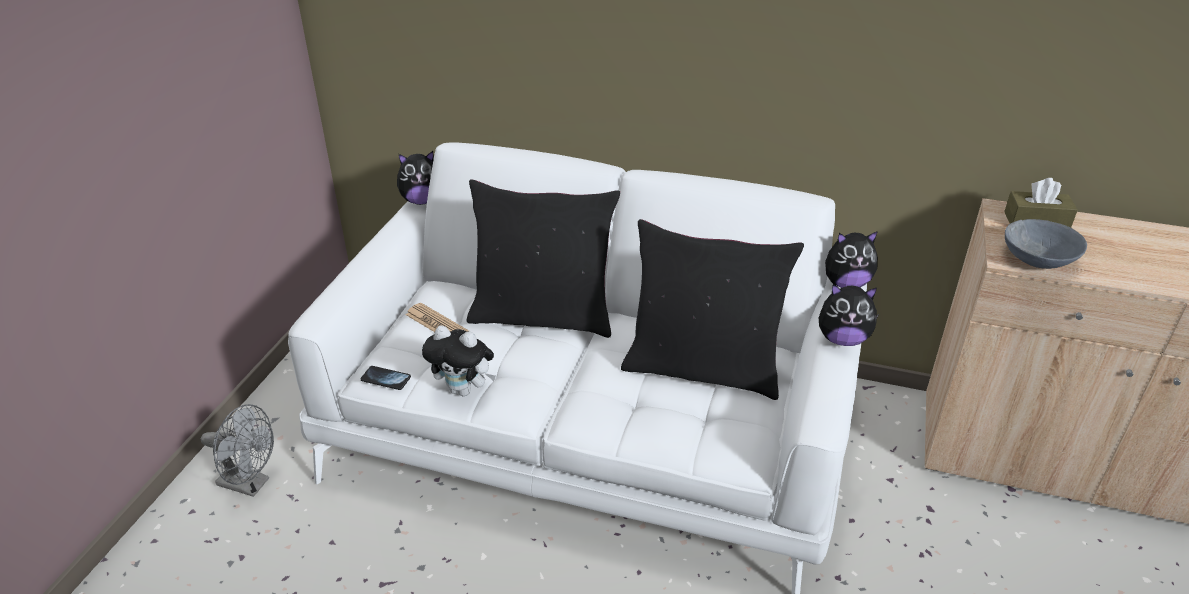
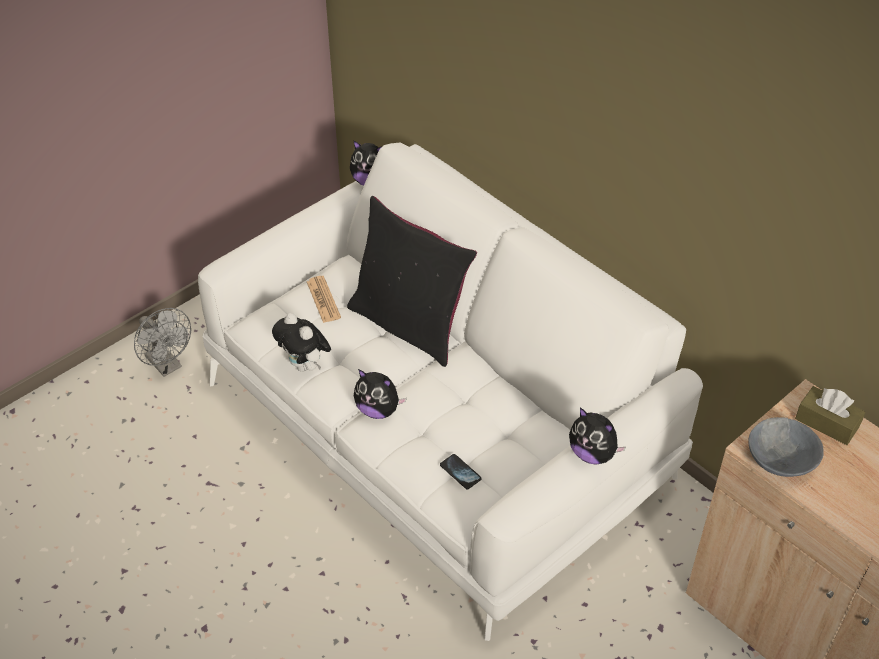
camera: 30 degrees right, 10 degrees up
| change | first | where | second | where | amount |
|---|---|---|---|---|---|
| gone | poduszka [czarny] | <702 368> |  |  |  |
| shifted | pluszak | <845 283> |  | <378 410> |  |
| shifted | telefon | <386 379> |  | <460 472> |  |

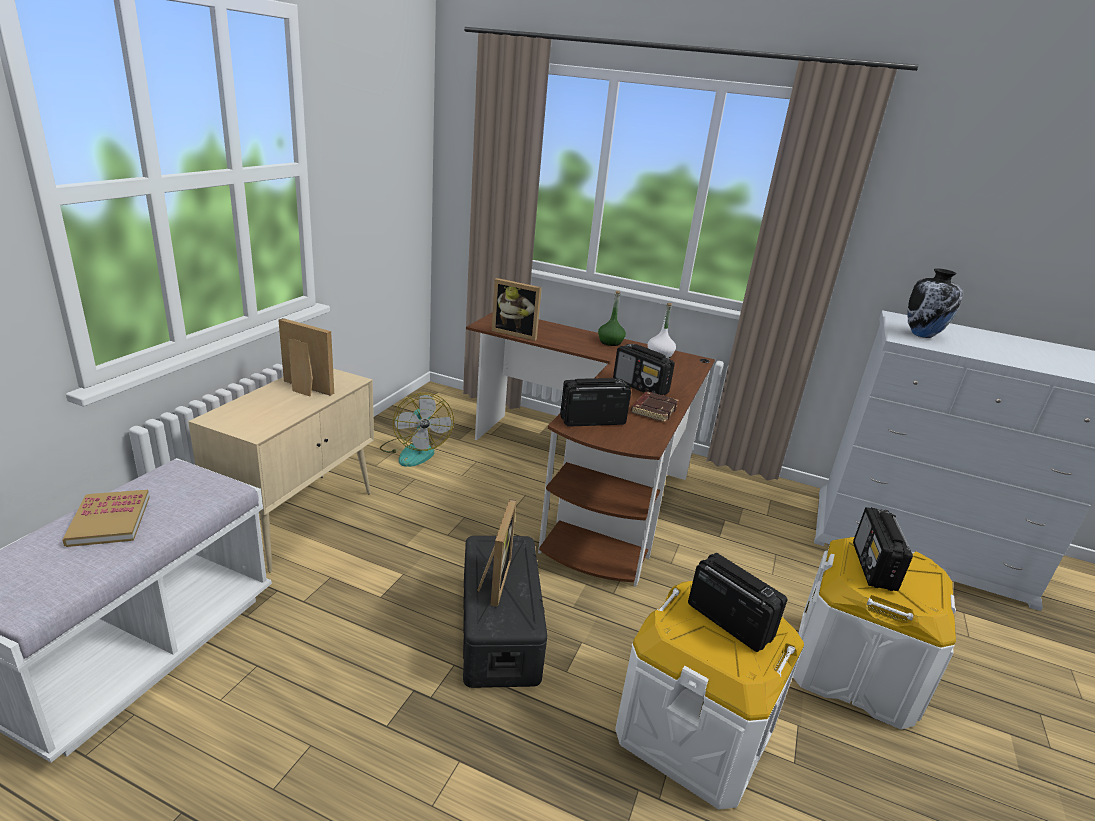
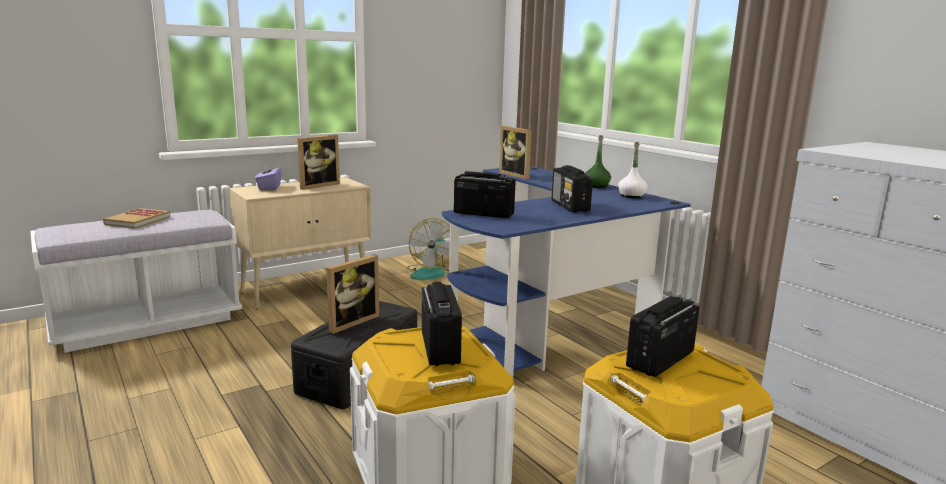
camera: 35 degrees right, 10 degrees down
| change | first | where | second | where | amount |
|---|---|---|---|---|---|
| gone | wazon | <922 335> |  |  |  |
| repainted | biurko [brązowy] | <589 483> | biurko [niebieski] | <553 316> |  |
| rotated | ramka na zdjęcie | <303 389> |  | <317 185> | 75 degrees clockwise |
| gone | książka [brązowy] | <653 410> |  |  |  |
| new |  |  | pudełko chusteczek [fioletowy] | <269 188> |  |

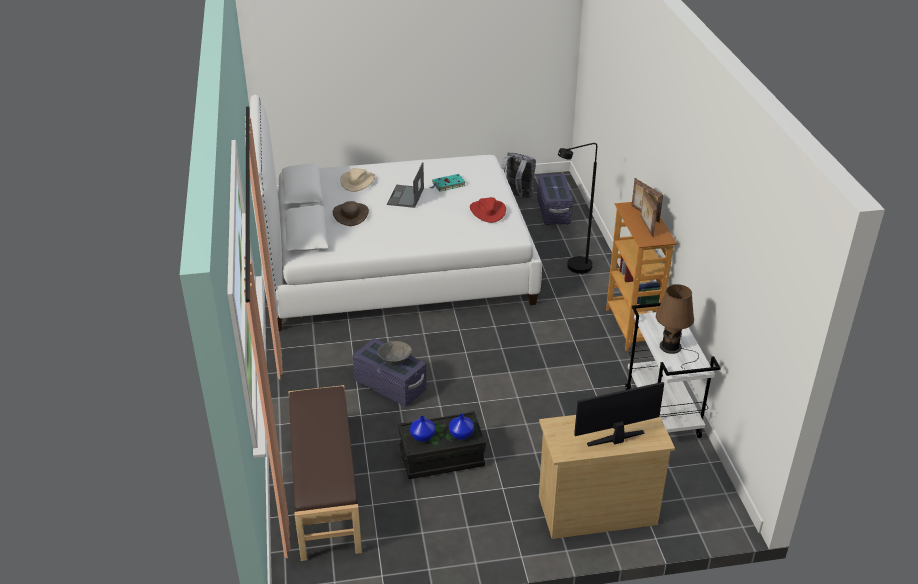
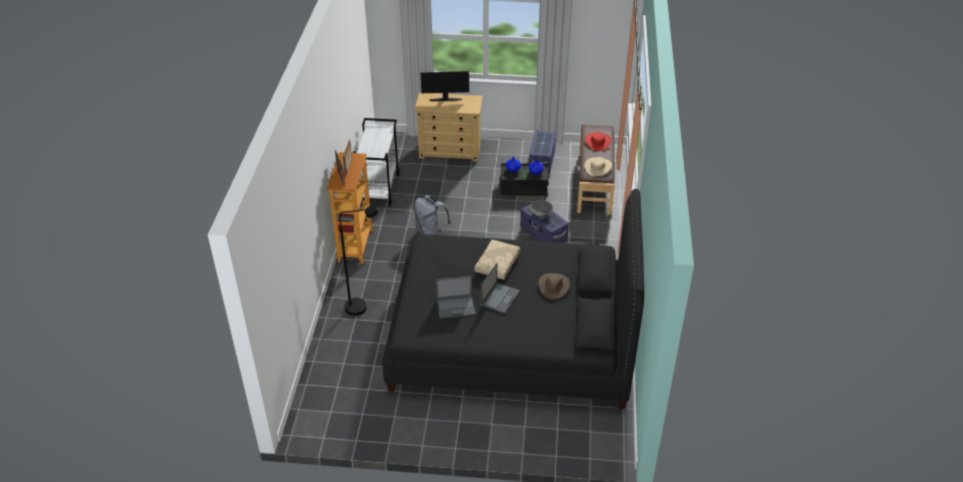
camera: 165 degrees left, 5 degrees up
| change | first | where | second | where | amount |
|---|---|---|---|---|---|
| repainted | łóżko [biały] | <395 266> | łóżko [czarny] | <512 339> |  |
| shifted | plecak [szary] | <517 196> |  | <430 233> |  |
| shifted | kapelusz [beżowy] | <357 181> |  | <598 167> |  |
| swapped | książka [turkusowy] | <448 185> | laptop | <456 306> |  |
| shifted | pojemnik do przechowywania [fioletowy] | <553 211> |  | <541 161> |  |
| shifted | kapelusz [czerwony] | <487 211> |  | <597 142> |  |
| gone | lampa stołowa [brązowy] | <672 348> |  |  |  |
| new |  |  | poduszka [beżowy] | <498 264> |  |

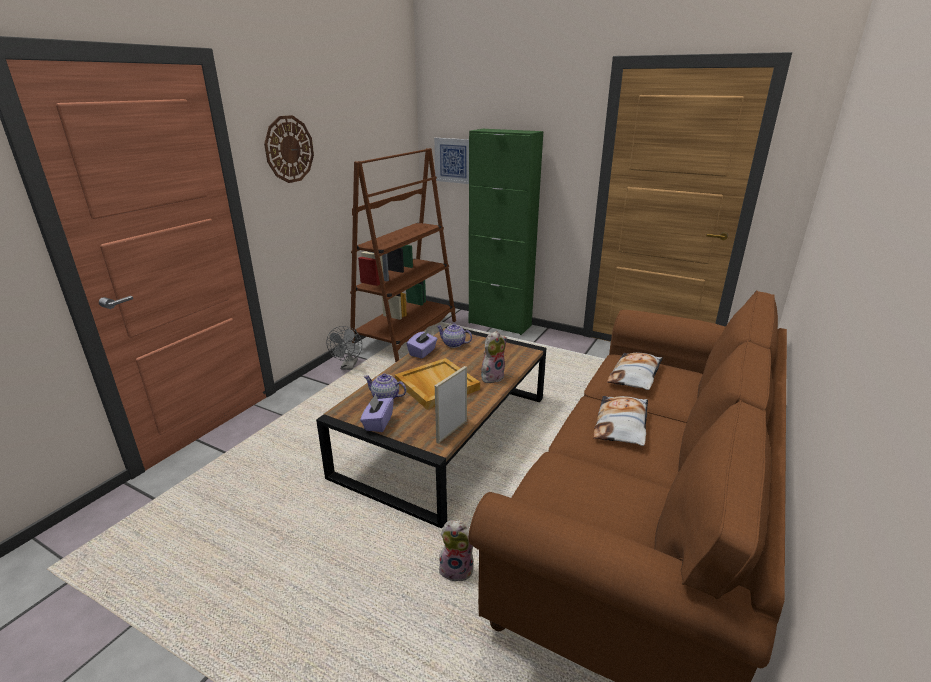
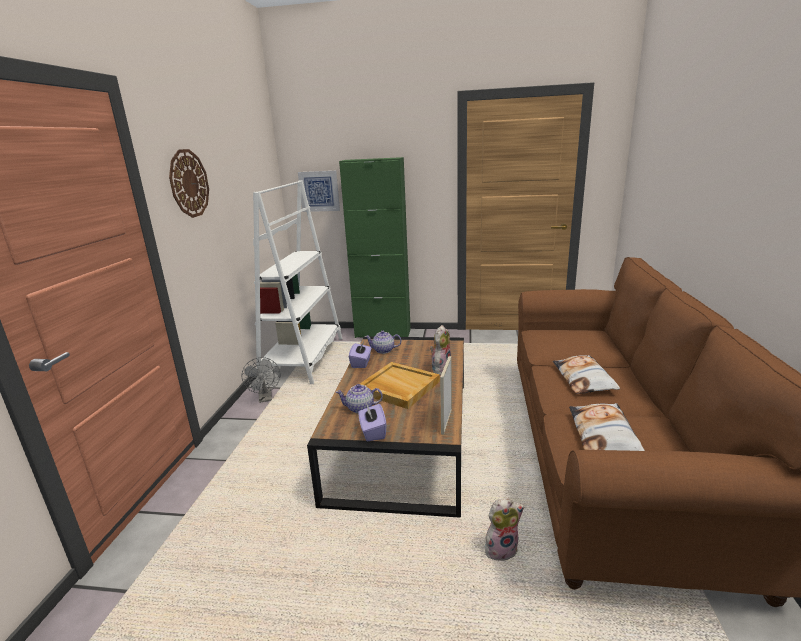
camera: 20 degrees left, 5 degrees down
| change | first | where | second | where | amount |
|---|---|---|---|---|---|
| repainted | regał [brązowy] | <406 335> | regał [biały] | <304 359> |  |
| shifted | poduszka | <635 375> |  | <604 435> |  |

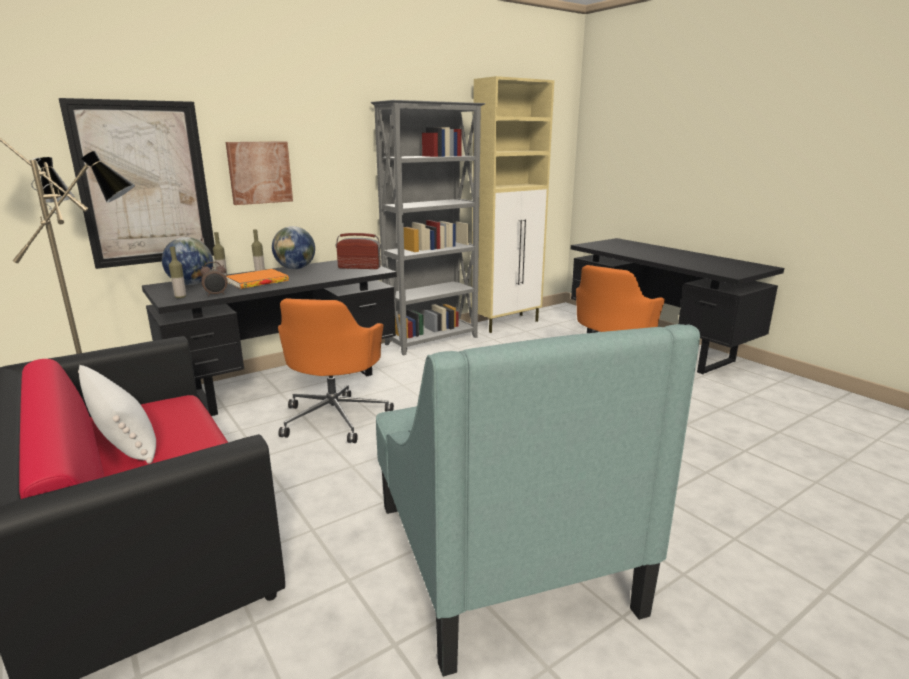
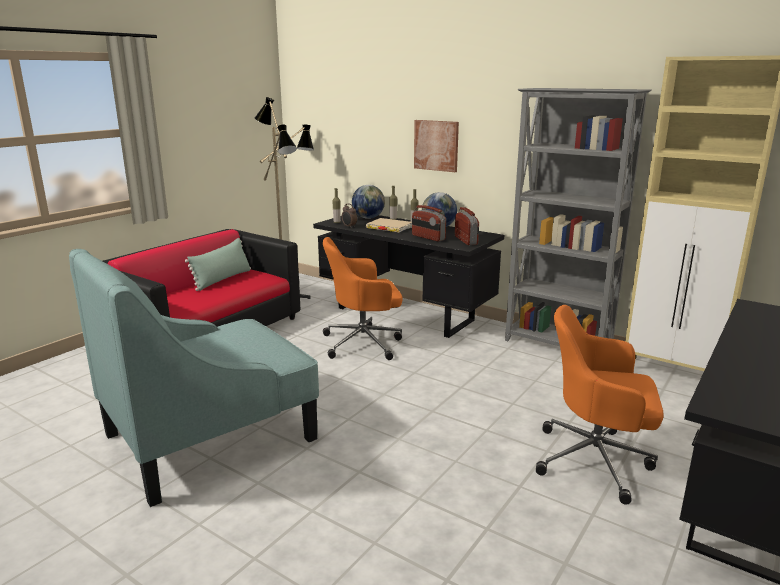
camera: 70 degrees right, 0 degrees up
| change | first | where | second | where | amount |
|---|---|---|---|---|---|
| gone | obraz | <144 184> |  |  |  |
| repainted | książka [pomarańczowy] | <257 282> | książka [beżowy] | <389 227> |  |
| repainted | poduszka [biały] | <123 437> | poduszka [zielony] | <222 279> |  |
| new |  |  | radio | <428 237> |  |

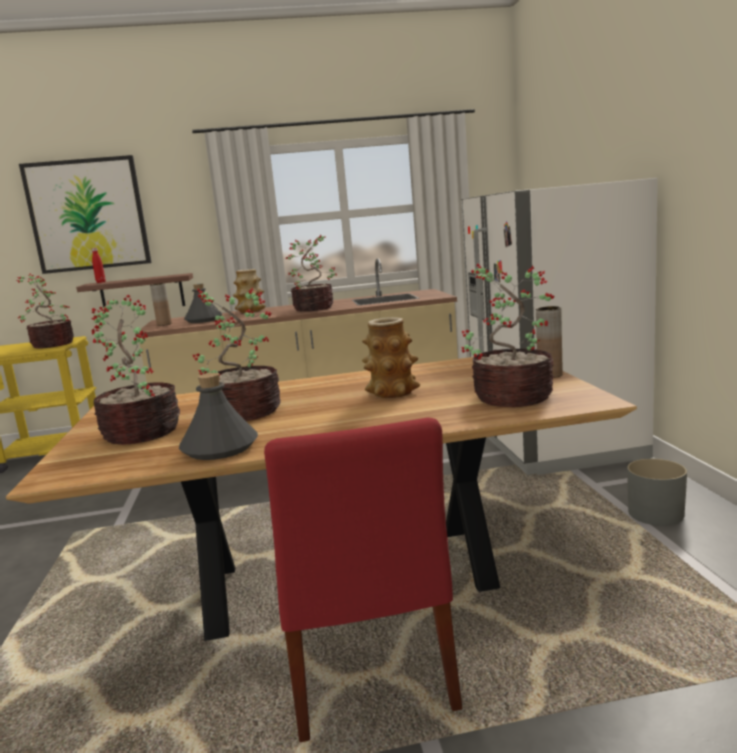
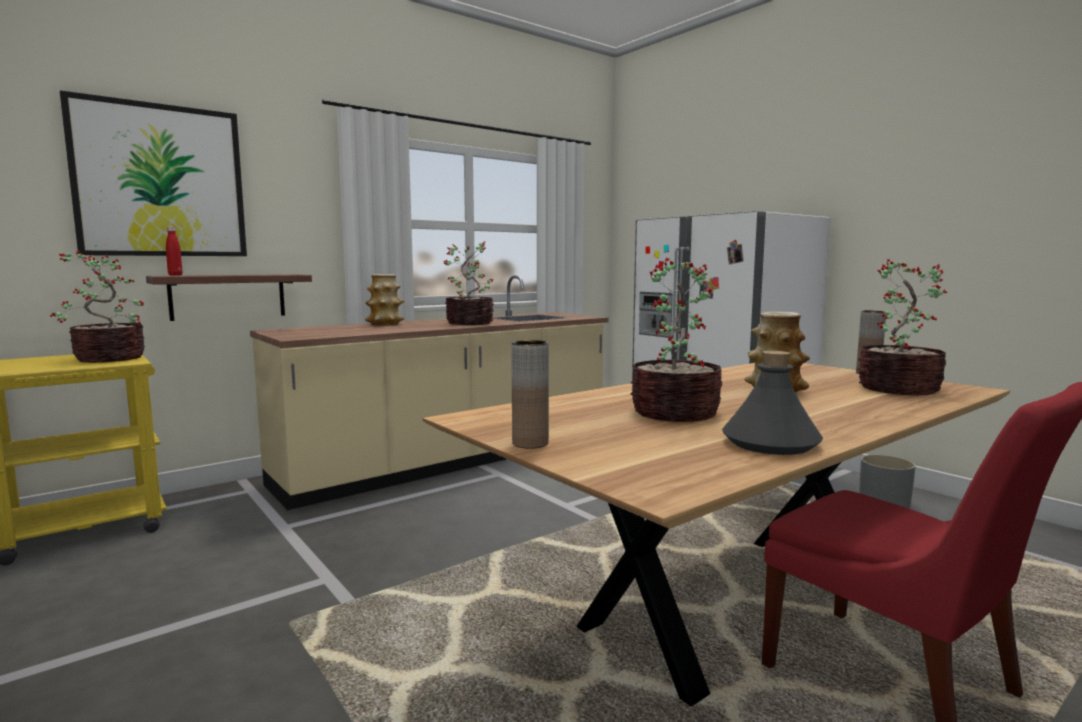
camera: 30 degrees left, 5 degrees down
| change | first | where | second | where | amount |
|---|---|---|---|---|---|
| shifted | wazon [brązowy] | <164 324> |  | <530 443> |  |
| gone | butelka [szary] | <203 320> |  |  |  |
| gone | roślina doniczkowa | <141 432> |  |  |  |

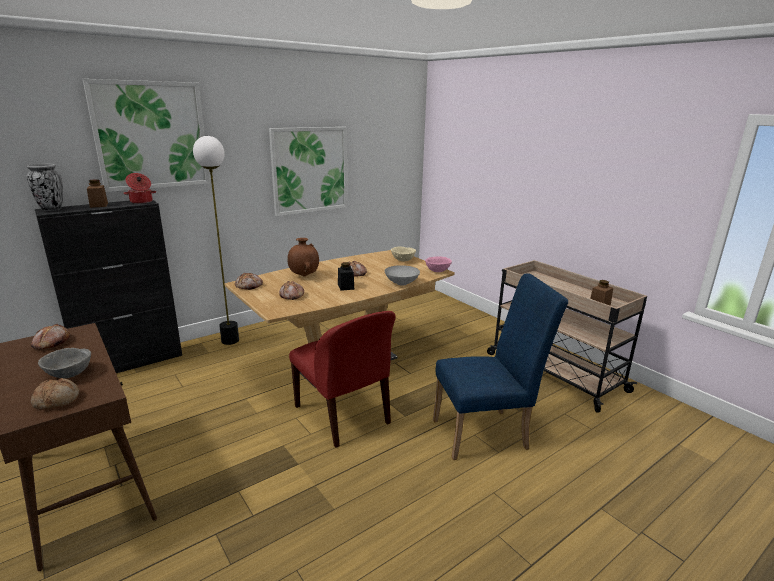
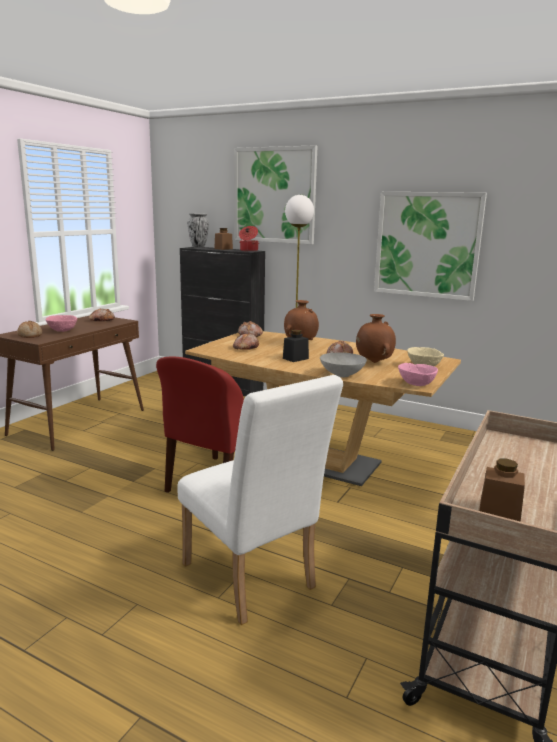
camera: 65 degrees right, 5 degrees down
| change | first | where | second | where | amount |
|---|---|---|---|---|---|
| repainted | krzesło [niebieski] | <487 433> | krzesło [biały] | <252 581> |  |
| repainted | miska [szary] | <68 374> | miska [różowy] | <62 331> |  |
| new |  |  | wazon [brązowy] | <374 362> |  |

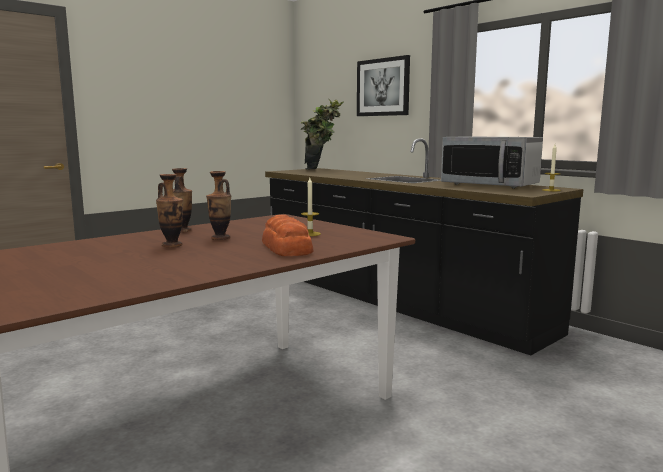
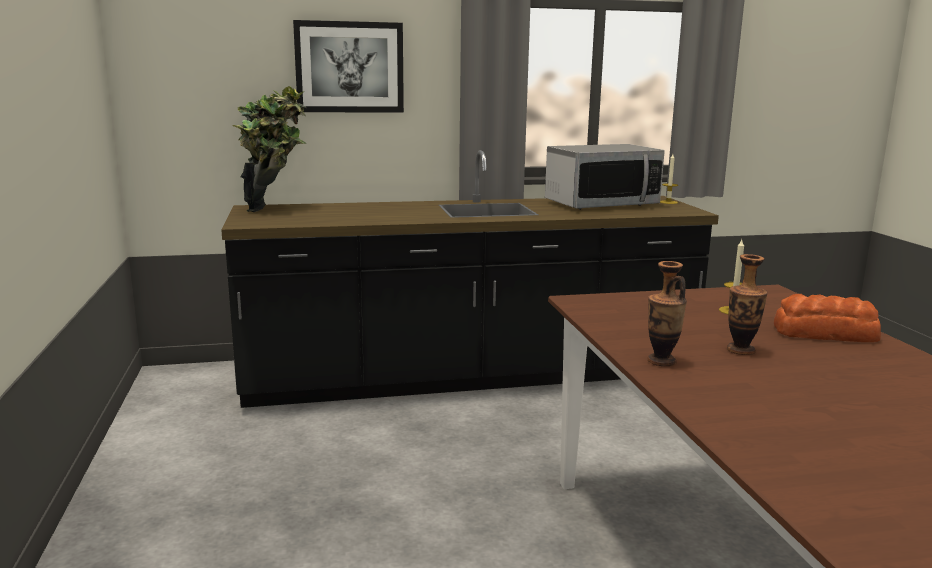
camera: 60 degrees left, 5 degrees up
| change | first | where | second | where | amount |
|---|---|---|---|---|---|
| gone | wazon | <172 245> |  |  |  |

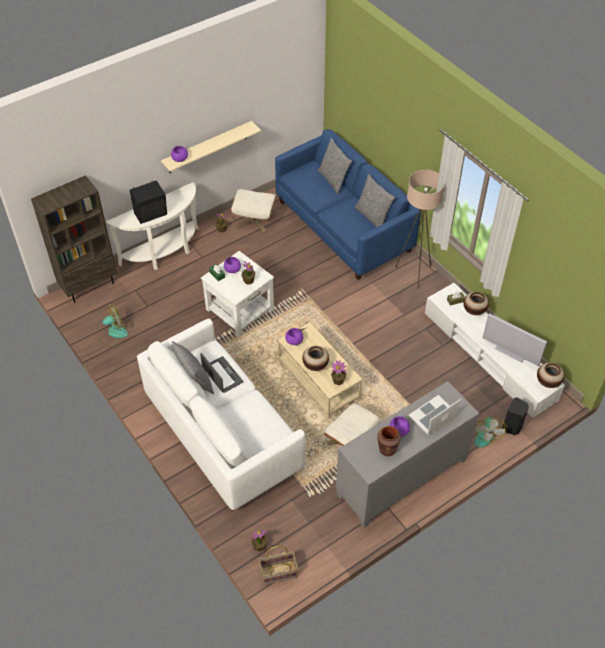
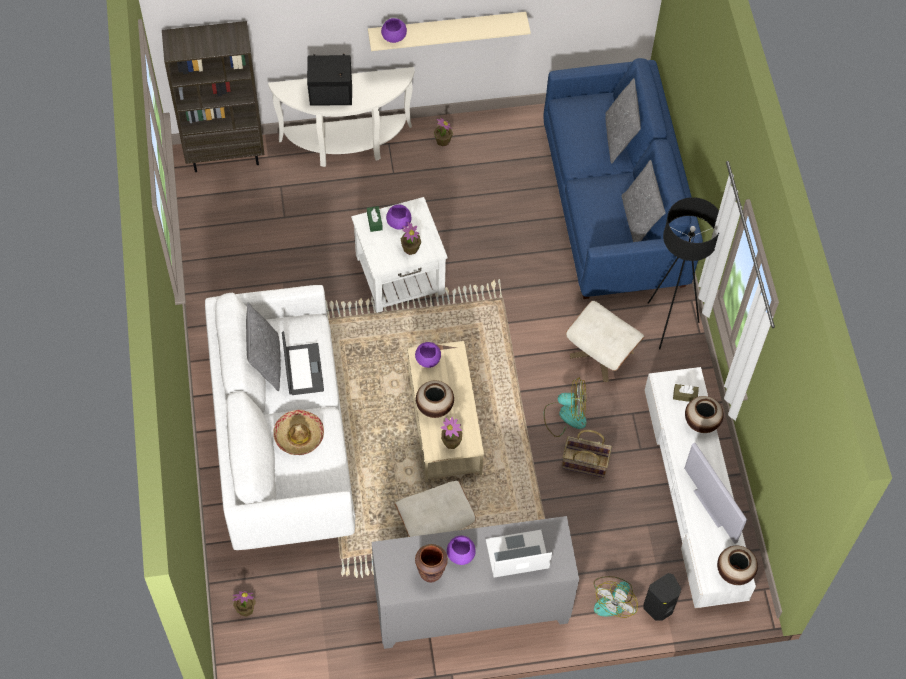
camera: 25 degrees right, 10 degrees up
| change | first | where | second | where | amount |
|---|---|---|---|---|---|
| repainted | lampa stojąca [beżowy] | <414 273> | lampa stojąca [czarny] | <668 324> |  |
| shifted | pufa [beżowy] | <254 220> |  | <601 353> |  |
| shifted | wentylator | <113 334> |  | <565 415> |  |
| shifted | koszyk | <278 573> |  | <584 463> |  |
| new |  |  | kapelusz | <299 436> |  |

